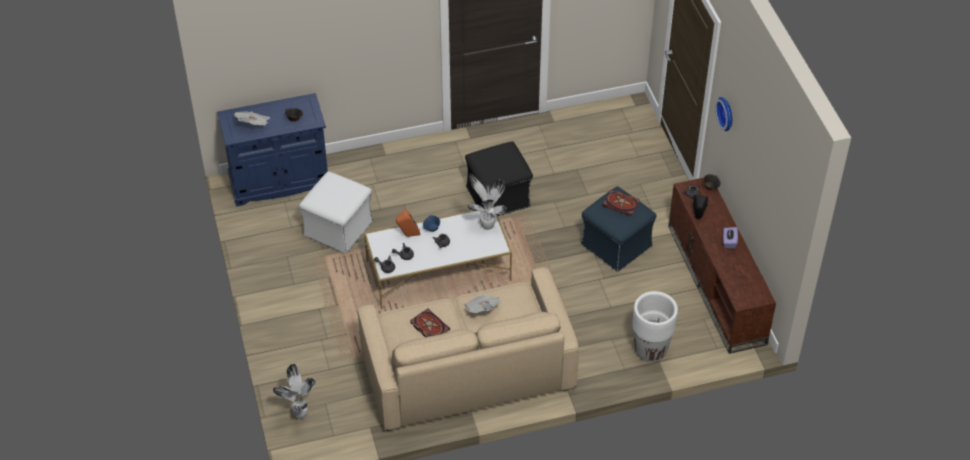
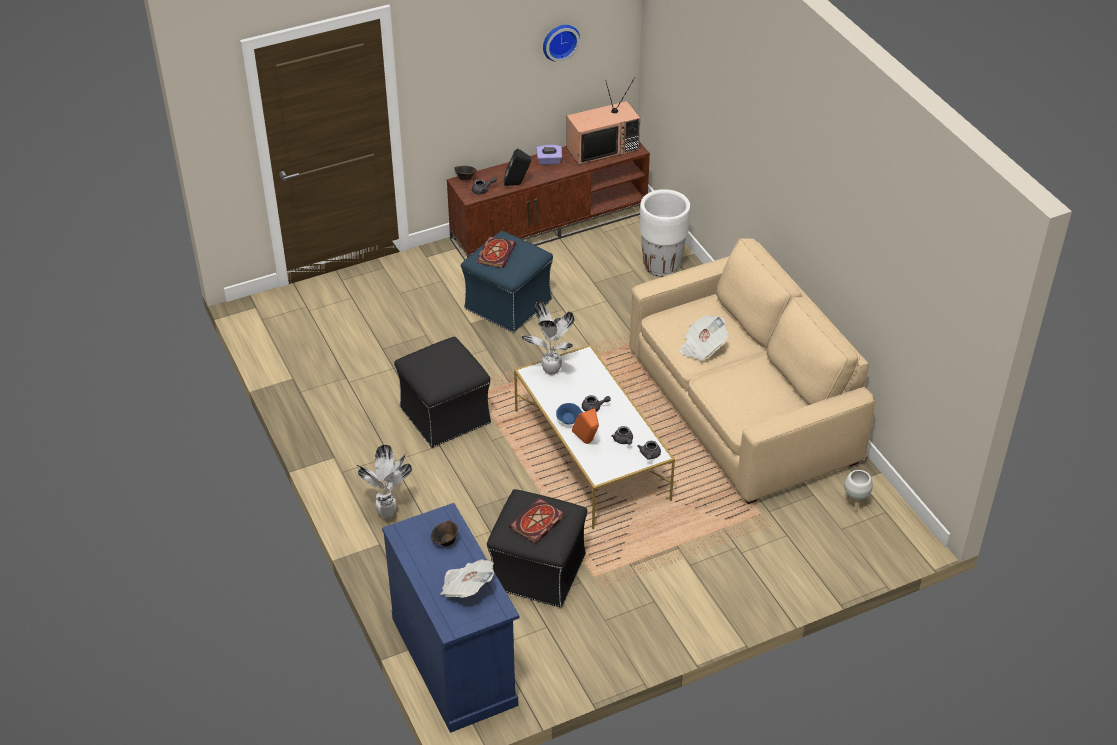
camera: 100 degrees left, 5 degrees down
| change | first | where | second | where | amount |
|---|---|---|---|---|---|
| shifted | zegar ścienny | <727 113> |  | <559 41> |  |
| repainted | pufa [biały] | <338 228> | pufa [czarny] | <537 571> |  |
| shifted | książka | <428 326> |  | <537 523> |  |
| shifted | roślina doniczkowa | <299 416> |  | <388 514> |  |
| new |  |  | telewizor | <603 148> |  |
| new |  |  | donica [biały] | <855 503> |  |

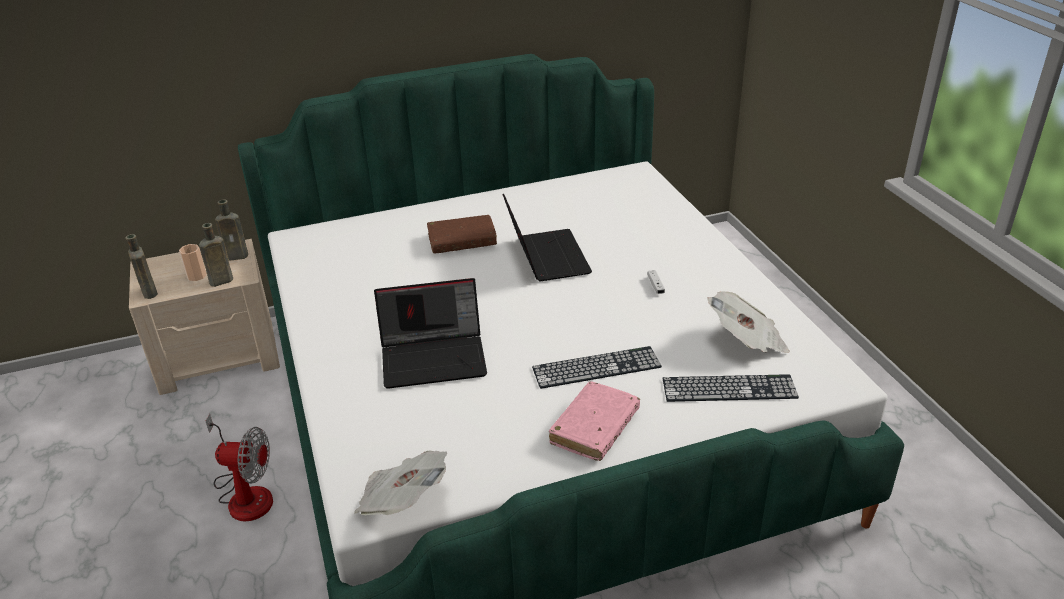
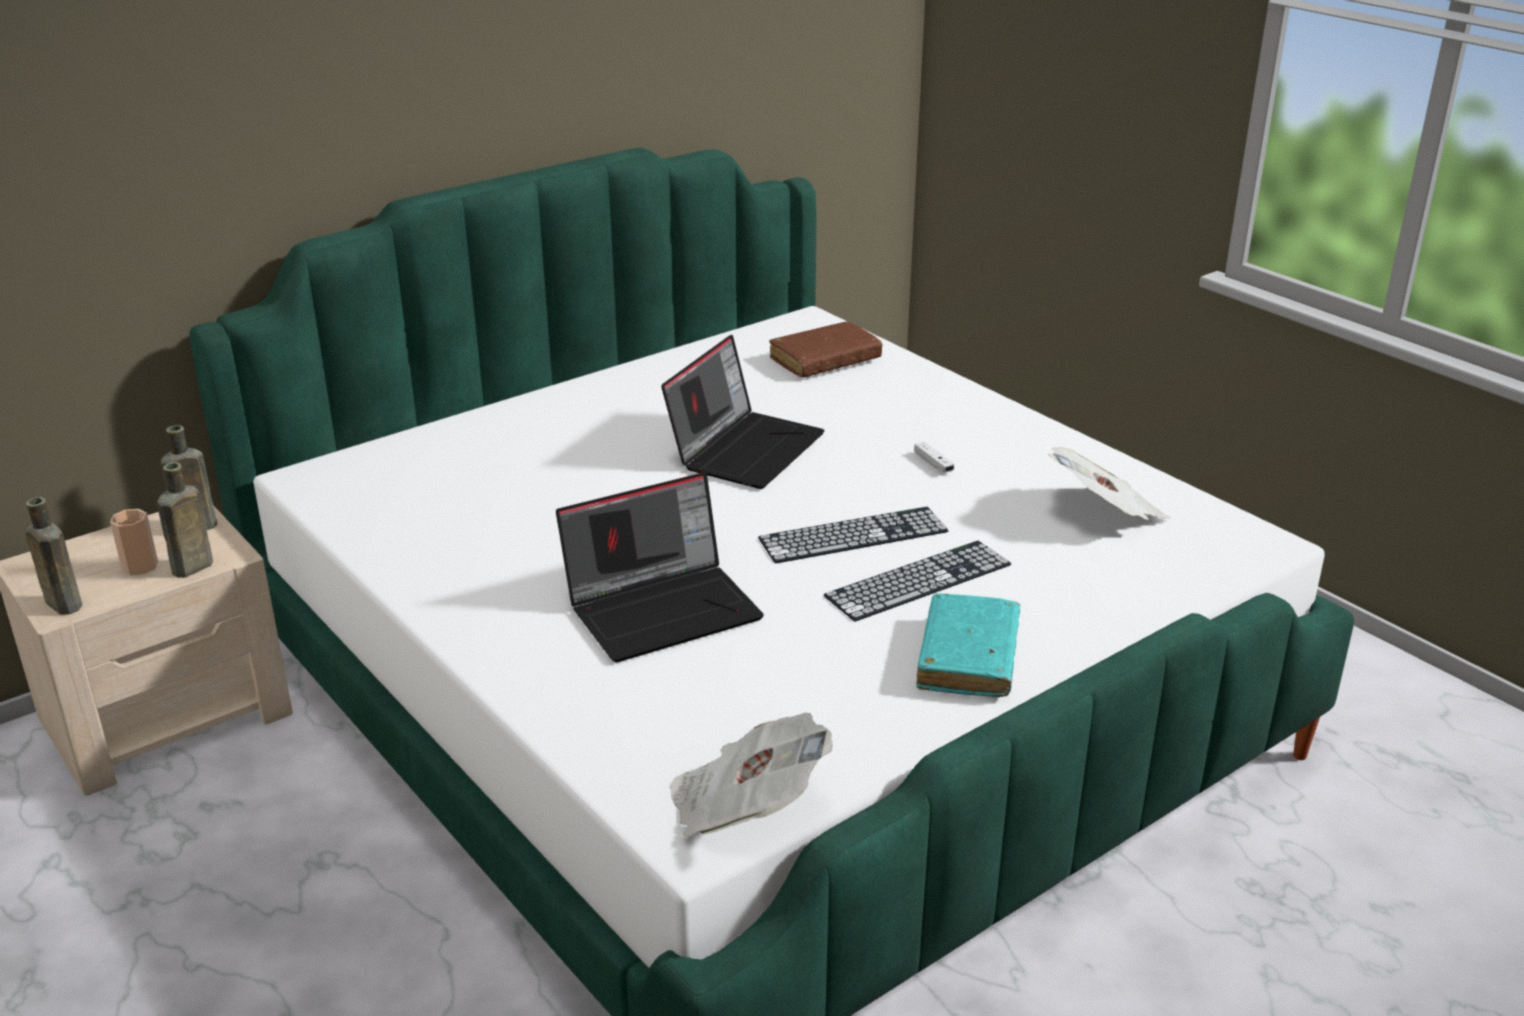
camera: 20 degrees left, 5 degrees down
| change | first | where | second | where | amount |
|---|---|---|---|---|---|
| rotated | laptop | <545 256> |  | <745 448> | 60 degrees clockwise |
| shifted | książka [brązowy] | <462 241> |  | <825 360> |  |
| shifted | klawiatura | <729 388> |  | <853 535> |  |
| repainted | książka [różowy] | <594 428> | książka [turkusowy] | <968 658> |  |
| gone | wentylator | <245 494> |  |  |  |

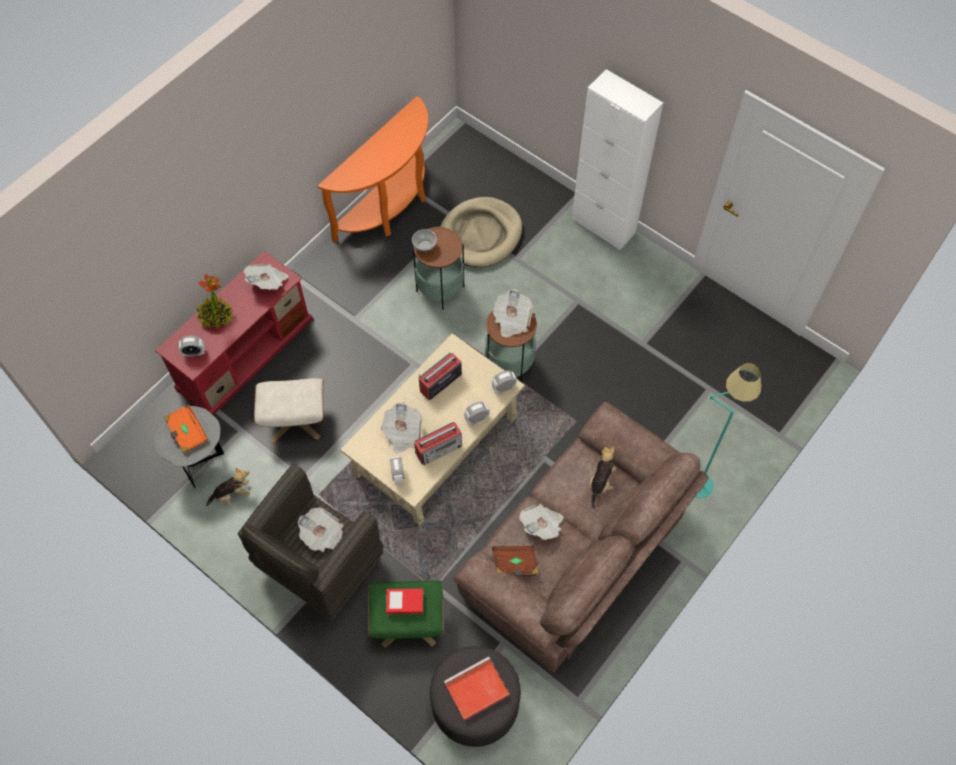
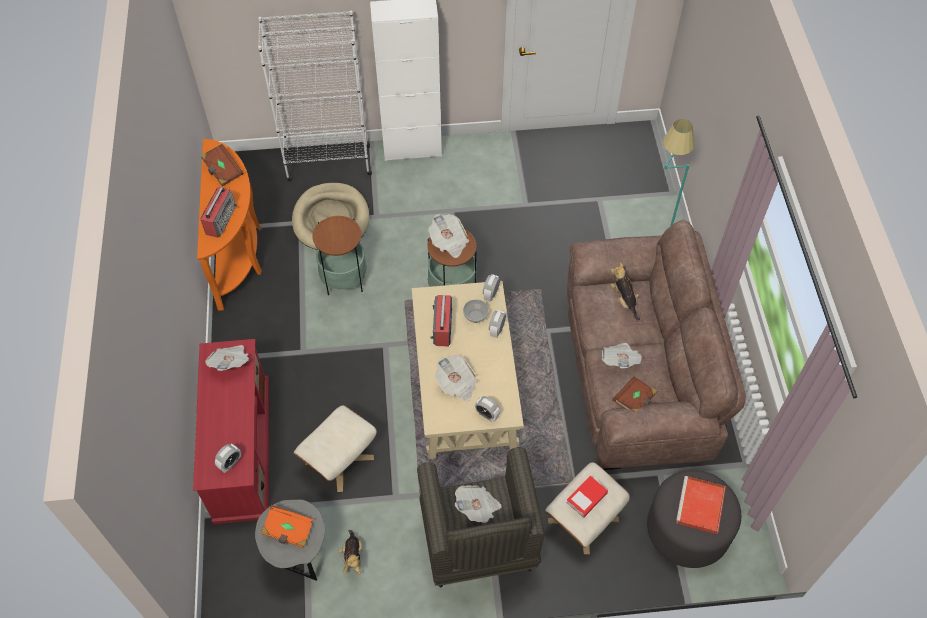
camera: 45 degrees left, 5 degrees down
| change | first | where | second | where | amount |
|---|---|---|---|---|---|
| shifted | miska | <424 246> |  | <475 316> |  |
| gone | roślina doniczkowa | <216 317> |  |  |  |
| shifted | radio | <439 449> |  | <221 219> |  |
| rotated | pluszak | <232 494> |  | <353 557> | 150 degrees clockwise |
| repainted | pufa [zielony] | <408 620> | pufa [beżowy] | <583 520> |  |
| new |  |  | regał [biały] | <328 163> |  |
| new |  |  | książka [brązowy] | <223 171> |  |

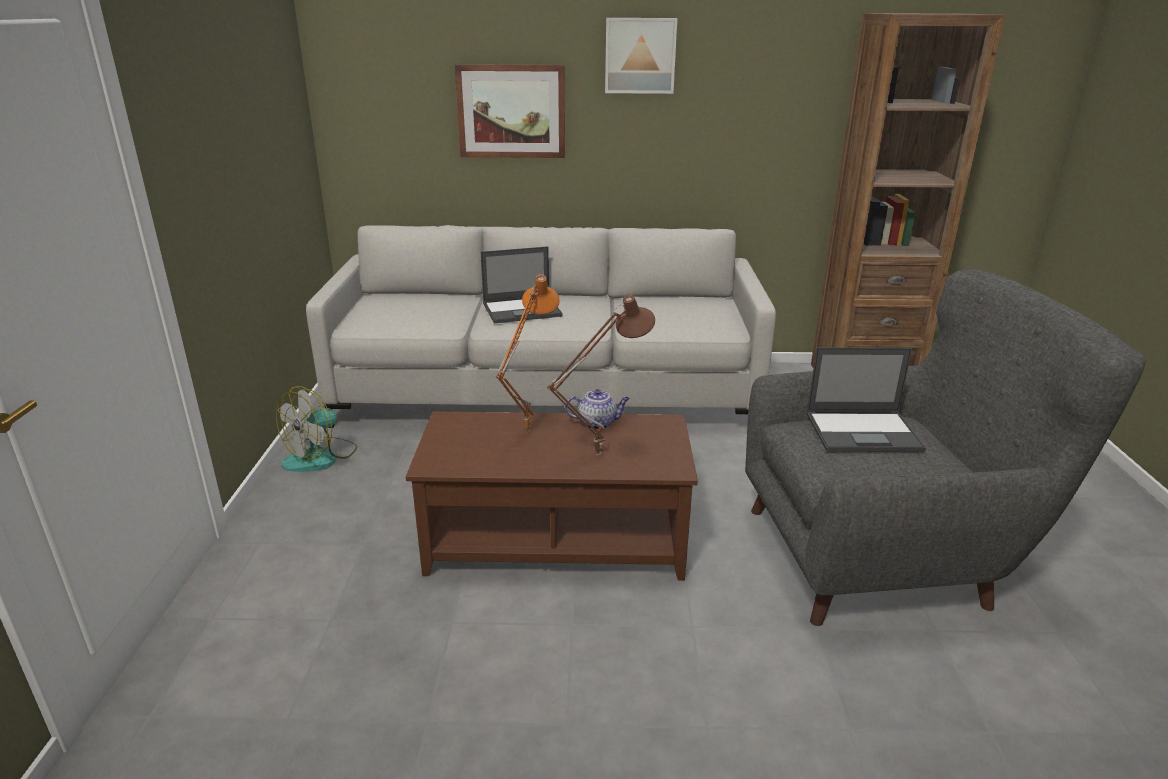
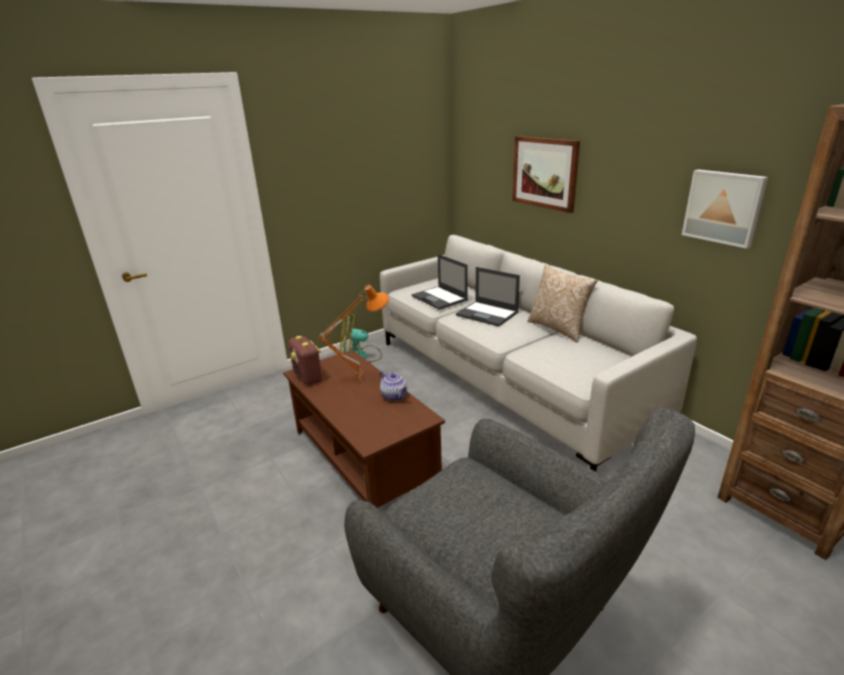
camera: 55 degrees right, 0 degrees up
| change | first | where | second | where | amount |
|---|---|---|---|---|---|
| shifted | obraz | <640 55> |  | <724 207> |  |
| gone | lampa stołowa [brązowy] | <597 453> |  |  |  |
| shifted | laptop | <864 432> |  | <440 298> |  |
| new |  |  | poduszka | <558 328> |  |
| new |  |  | radio | <308 377> |  |

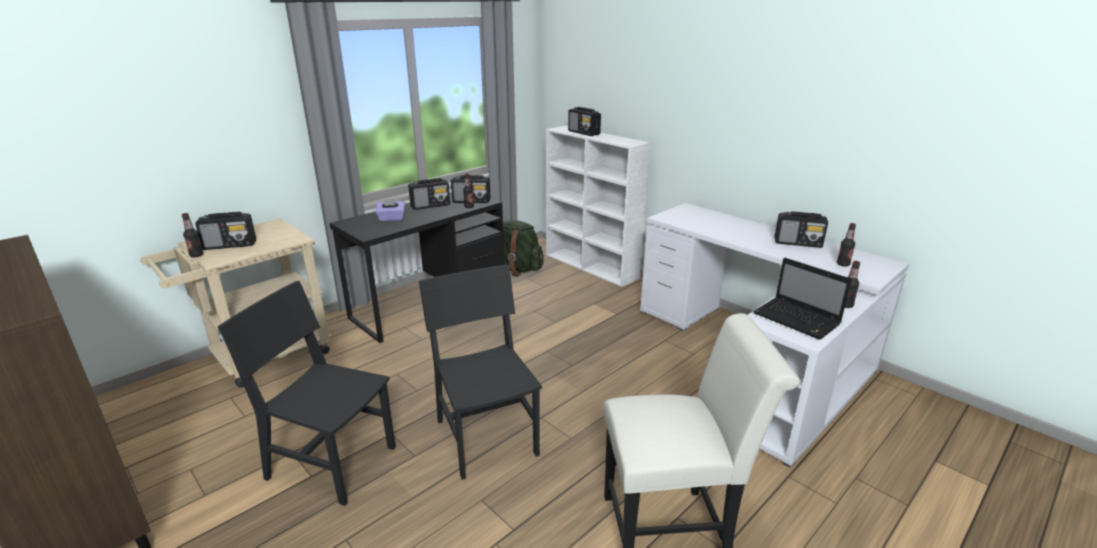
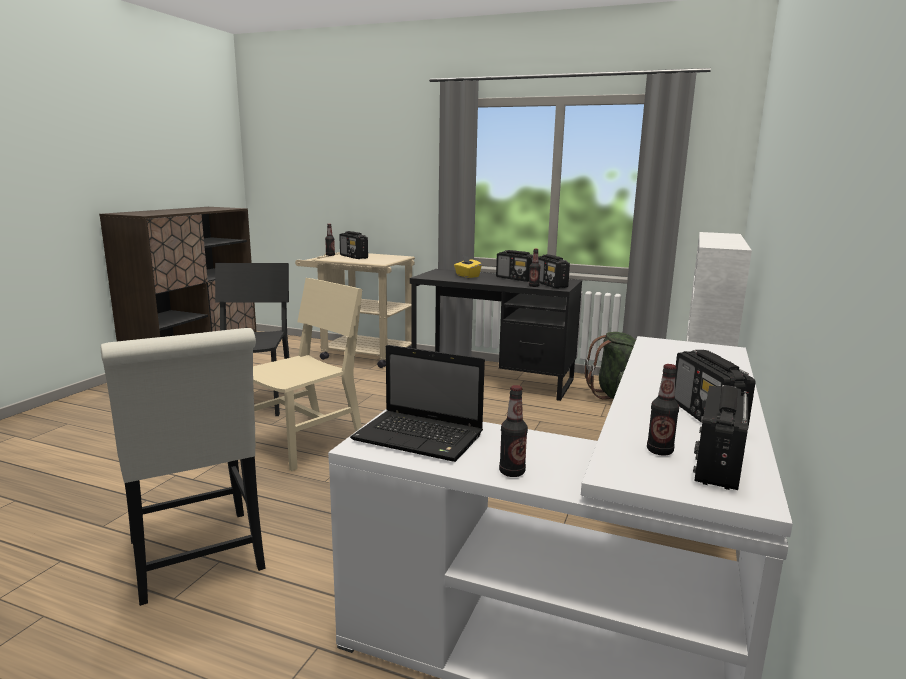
camera: 65 degrees right, 10 degrees down
| change | first | where | second | where | amount |
|---|---|---|---|---|---|
| shifted | radio | <584 133> |  | <717 465> |  |
| repainted | pudełko chusteczek [fioletowy] | <391 219> | pudełko chusteczek [żółty] | <467 276> |  |
| rotated | laptop | <798 319> |  | <421 438> | 90 degrees counterclockwise |
| repainted | krzesło [czarny] | <487 437> | krzesło [beżowy] | <307 444> |  |

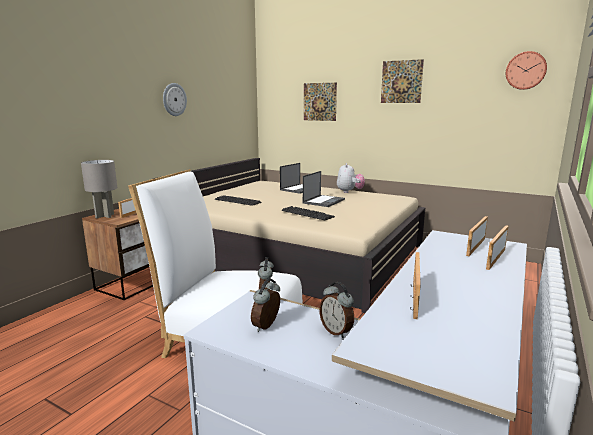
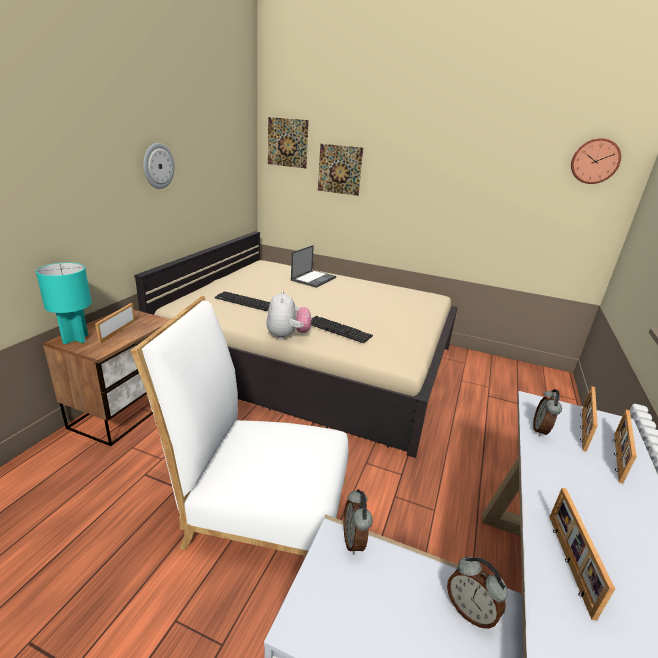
camera: 10 degrees left, 10 degrees up
| change | first | where | second | where | amount |
|---|---|---|---|---|---|
| shifted | obraz | <401 81> |  | <287 142> |  |
| repainted | lampa stołowa [szary] | <105 216> | lampa stołowa [turkusowy] | <76 339> |  |
| shifted | pluszak | <349 192> |  | <287 336> |  |
| gone | laptop | <324 201> |  |  |  |
| shifted | budzik | <267 326> |  | <541 430> |  |

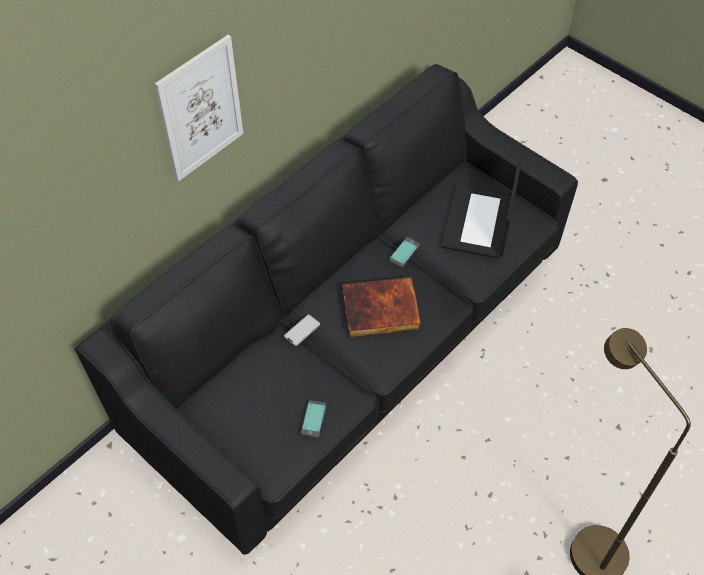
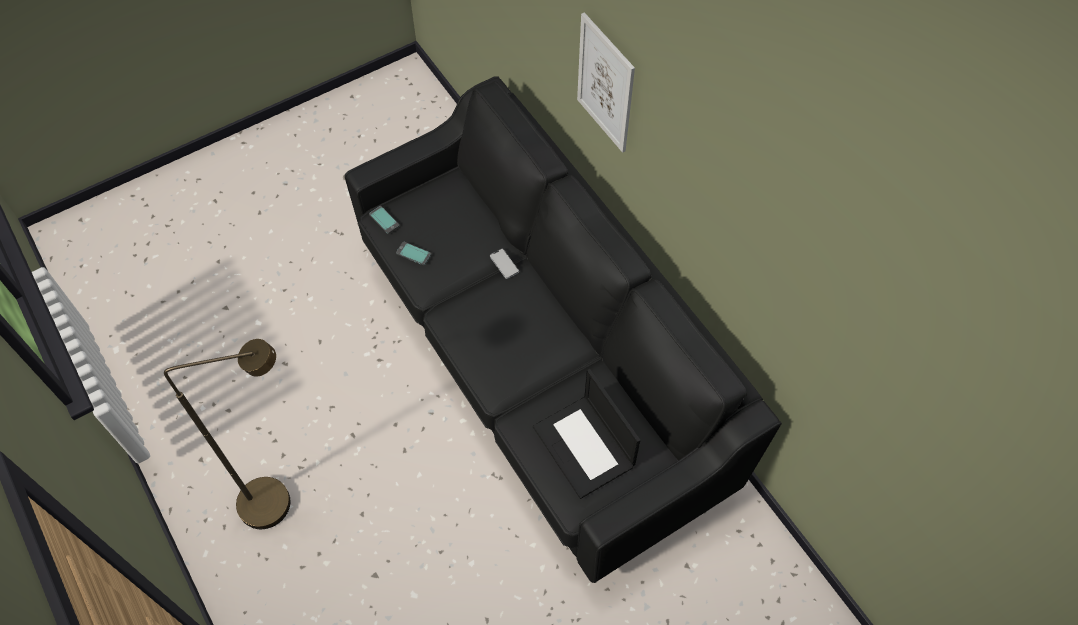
camera: 105 degrees right, 5 degrees up
| change | first | where | second | where | amount |
|---|---|---|---|---|---|
| rotated | laptop | <479 223> |  | <585 447> | 150 degrees counterclockwise |
| shifted | telefon | <404 252> |  | <384 220> |  |
| gone | książka | <380 311> |  |  |  |

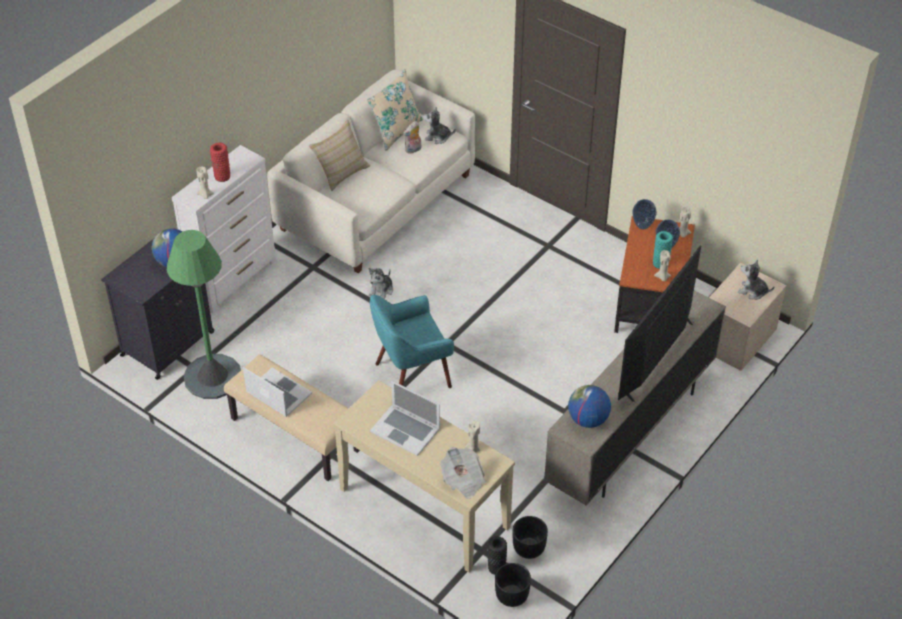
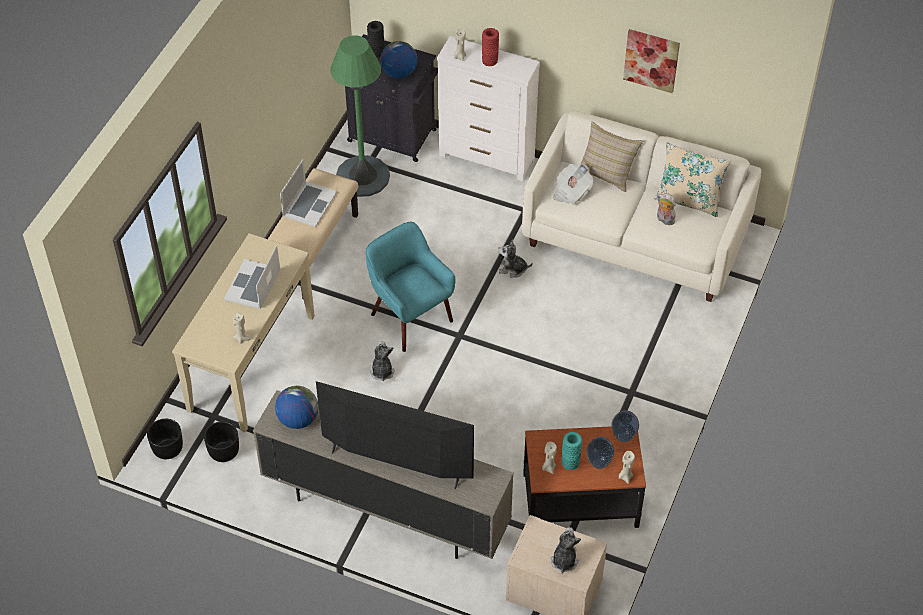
camera: 75 degrees right, 5 degrees up
| change | first | where | second | where | amount |
|---|---|---|---|---|---|
| shifted | pluszak | <437 137> |  | <382 371> |  |
| shifted | gazeta | <463 480> |  | <571 191> |  |
| shifted | wazon [czarny] | <496 567> |  | <376 52> |  |
| new |  |  | obraz | <651 60> |  |

